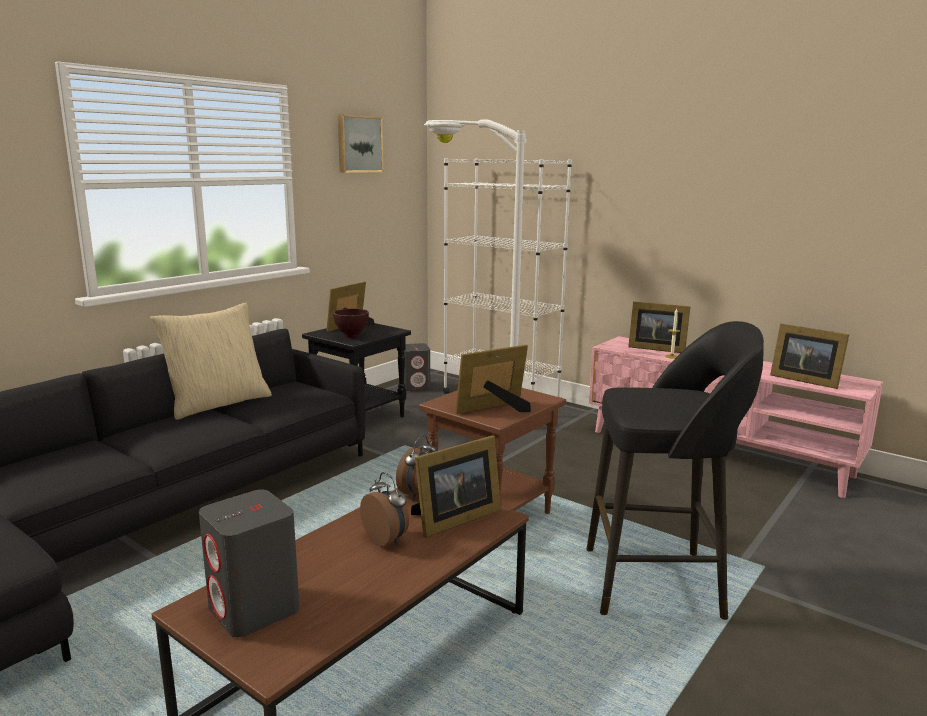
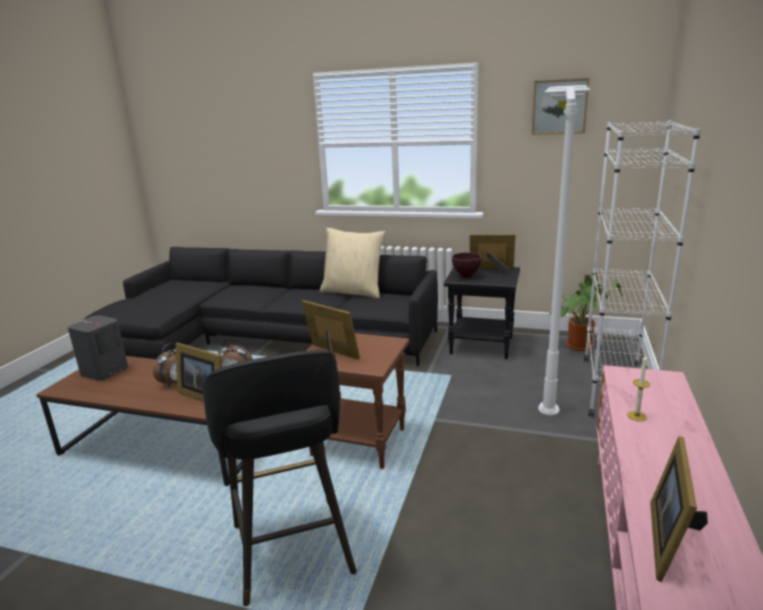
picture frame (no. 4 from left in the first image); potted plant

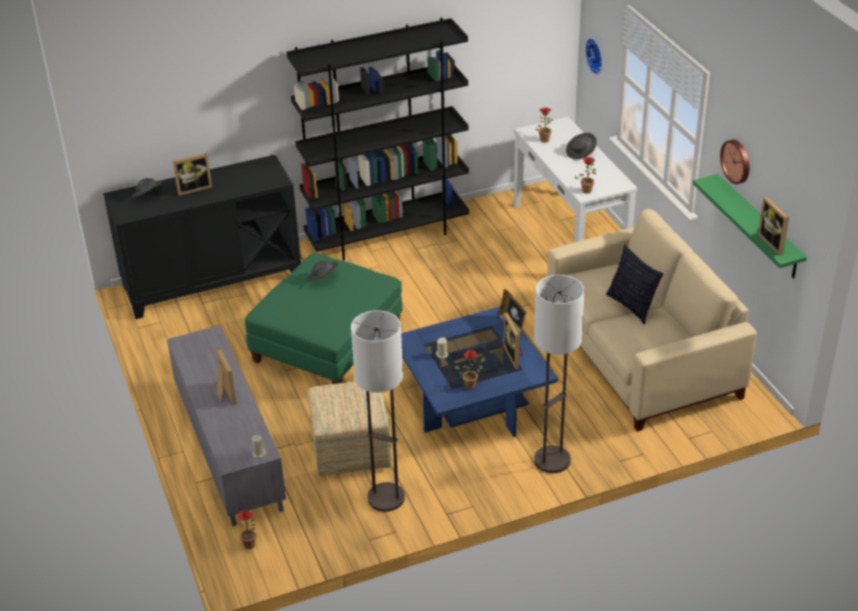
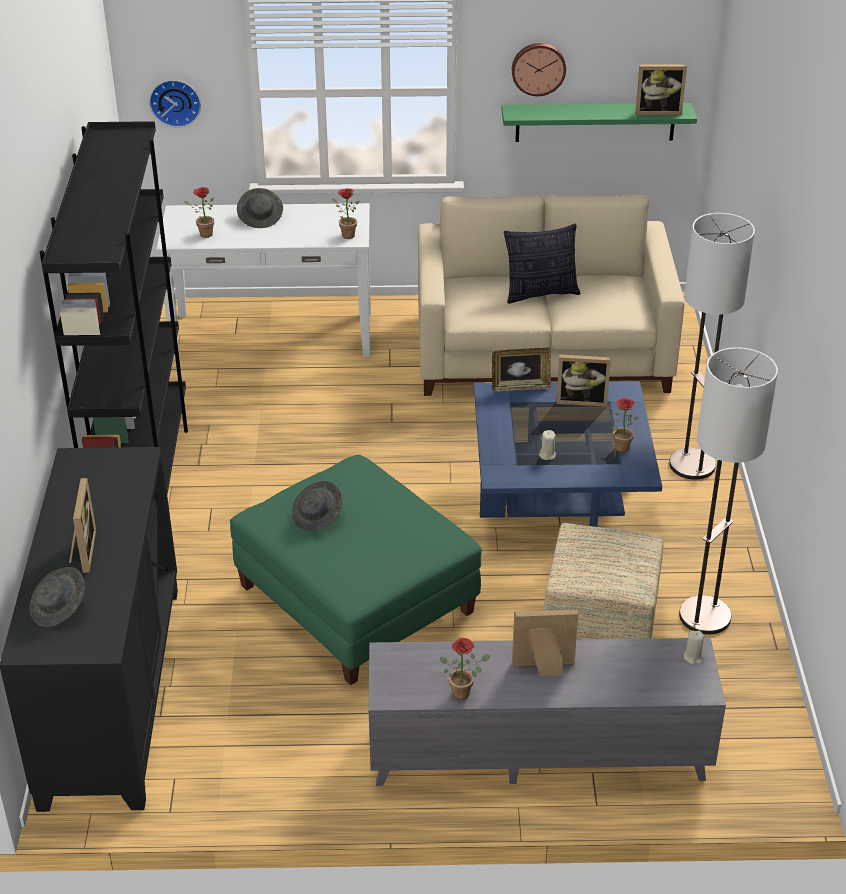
potted plant (no. 3 from left)

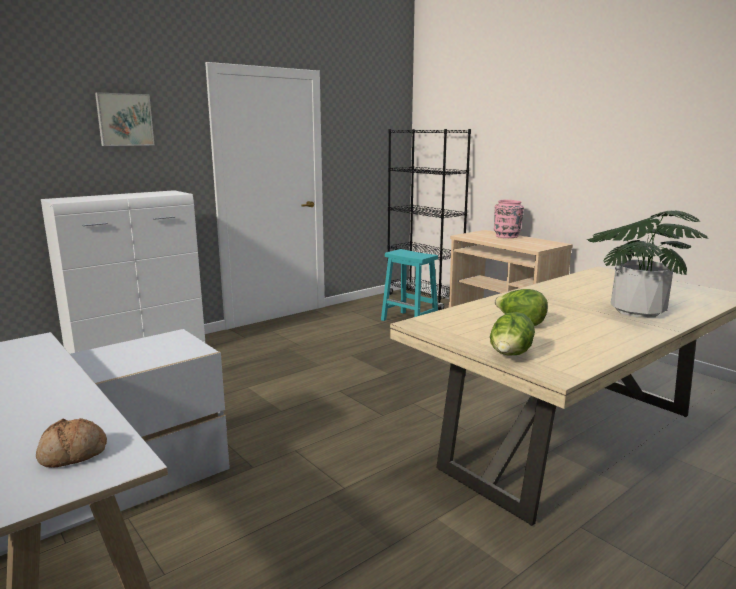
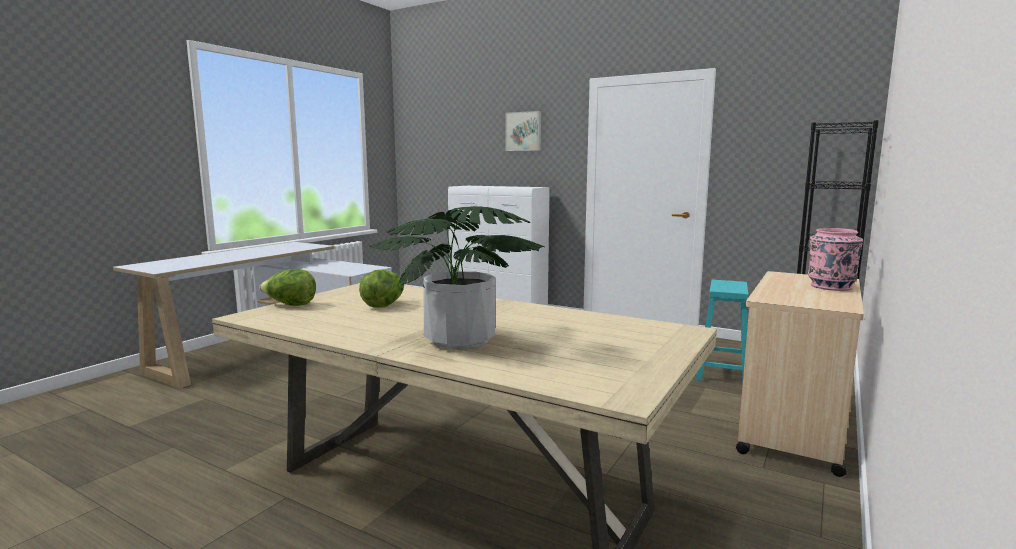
bread

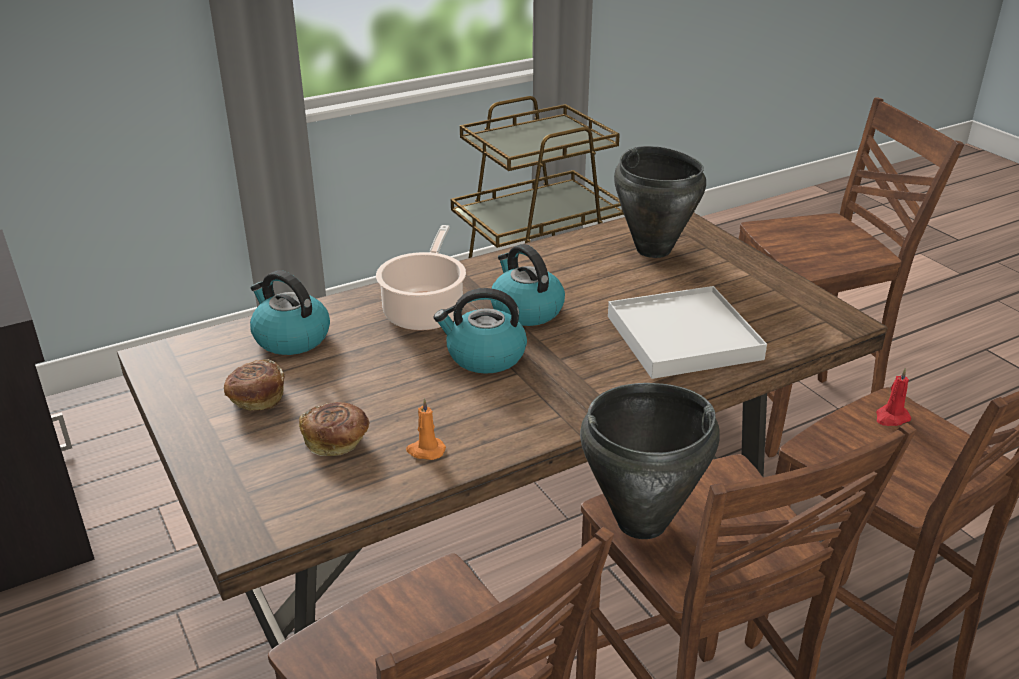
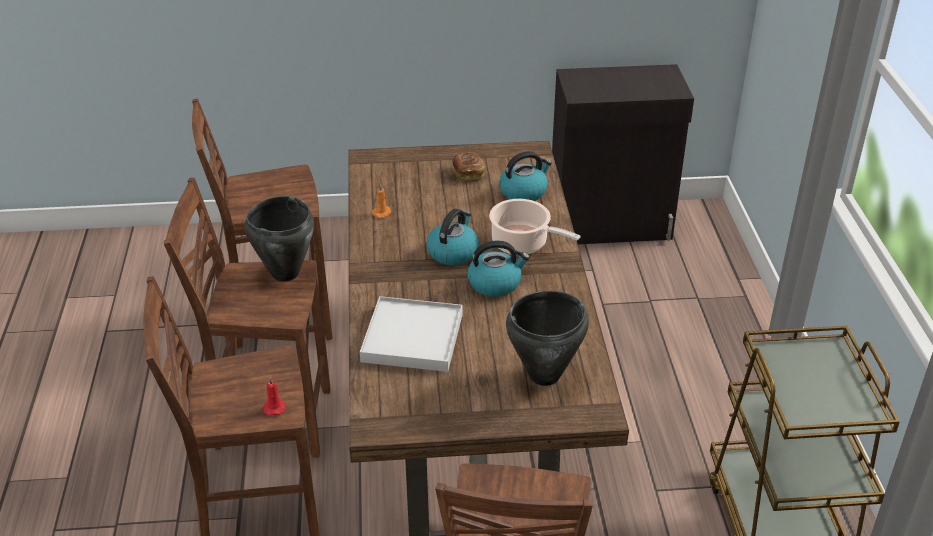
bread (no. 2 from left in the first image)

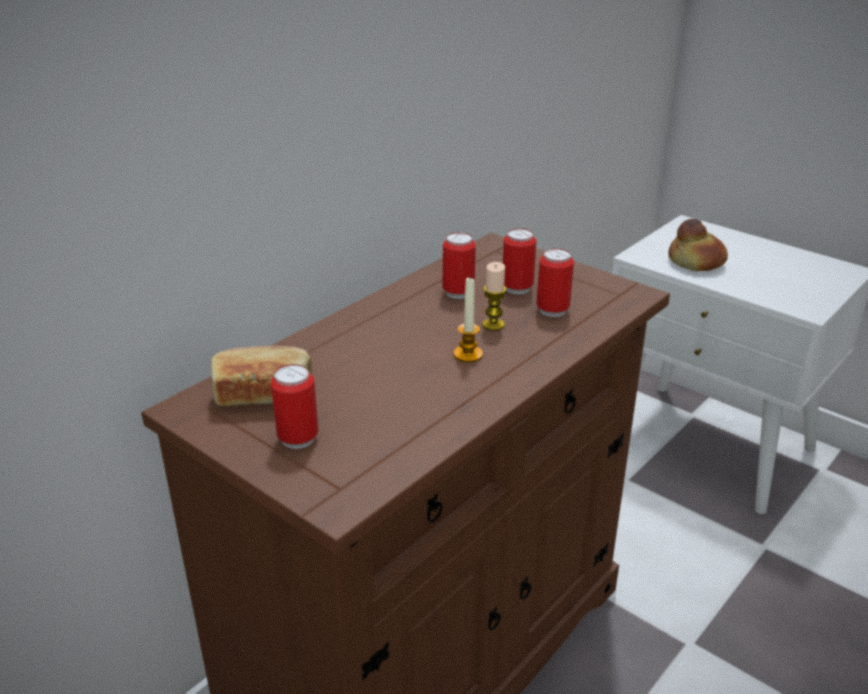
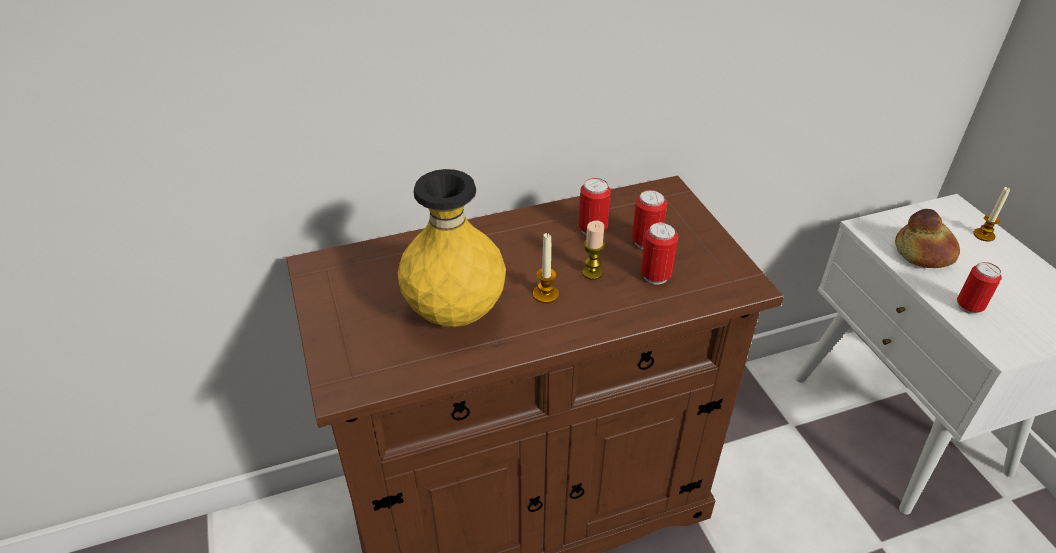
bread (no. 1 from left in the first image); vase in yellow; candle (no. 3 from left); can (no. 4 from left)

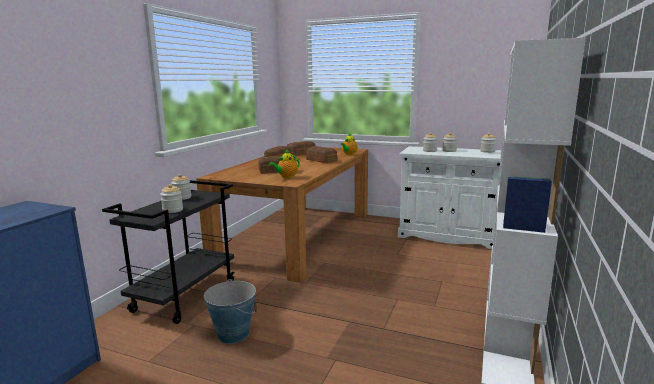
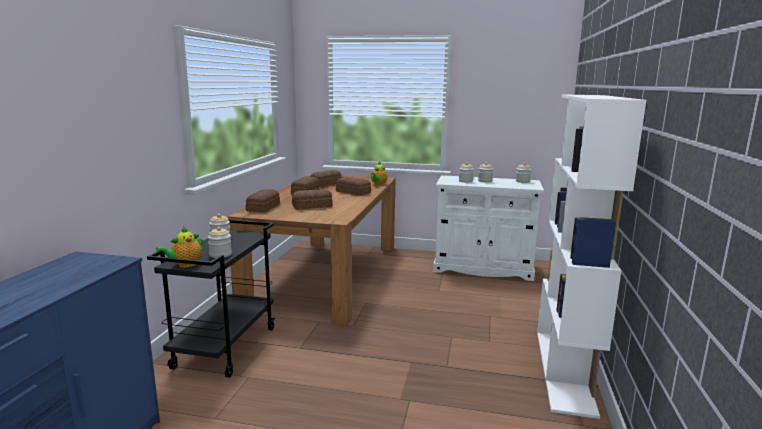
bucket; bread (no. 1 from left); teapot (no. 1 from left)

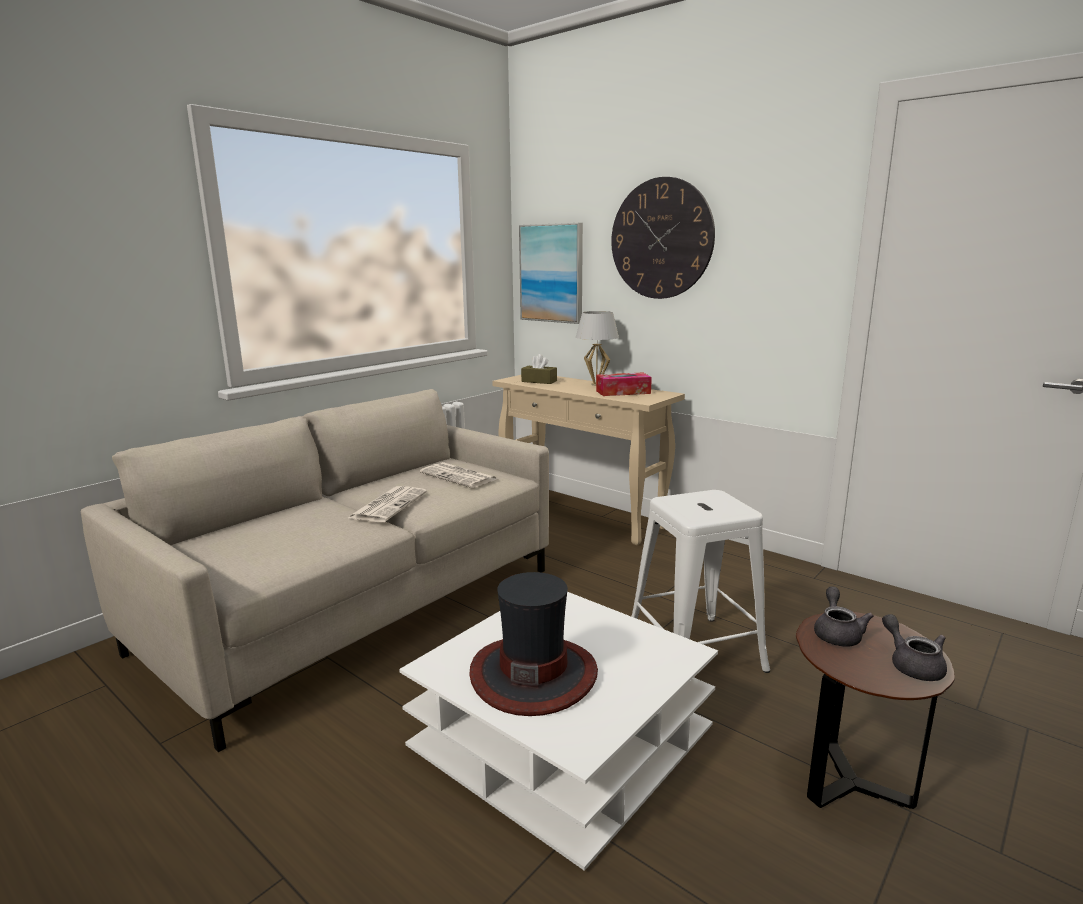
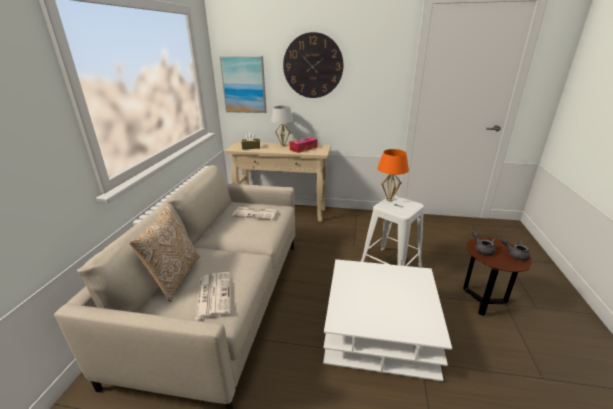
hat; pillow; table lamp in orange; newspaper (no. 1 from left)

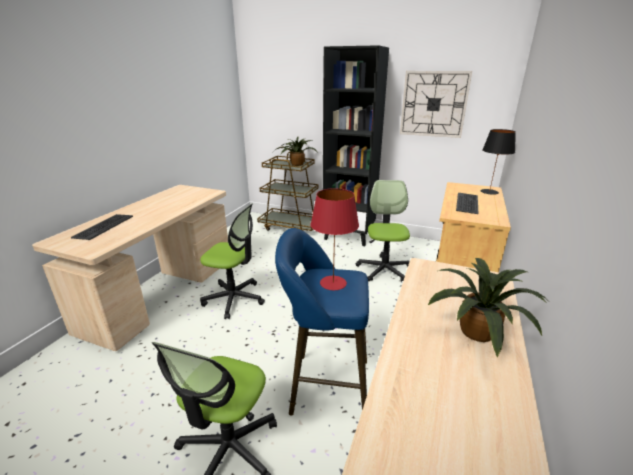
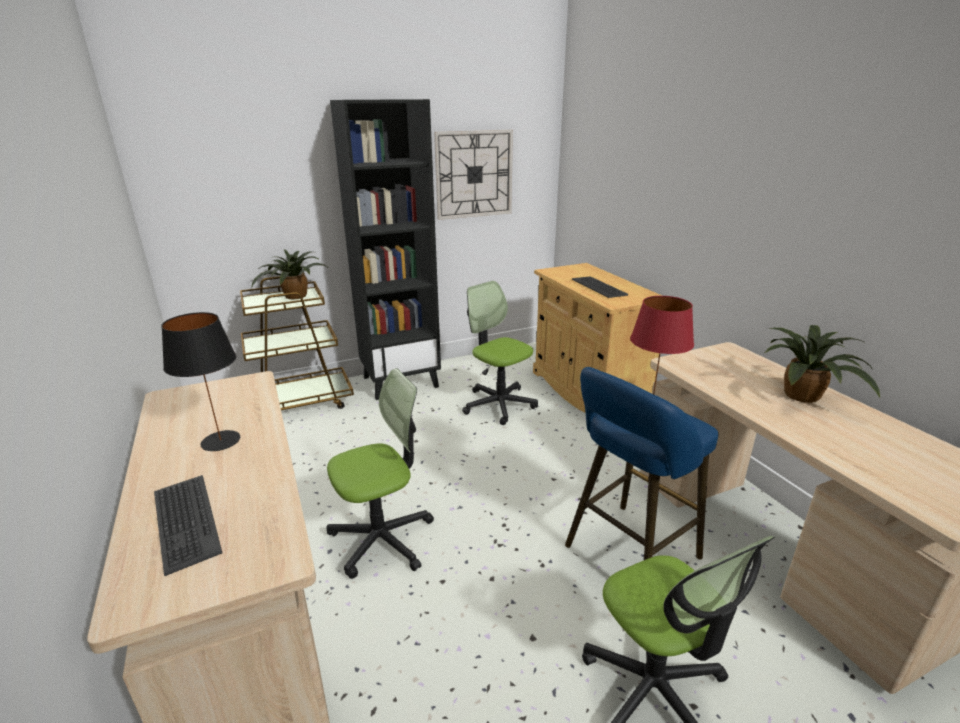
table lamp in black

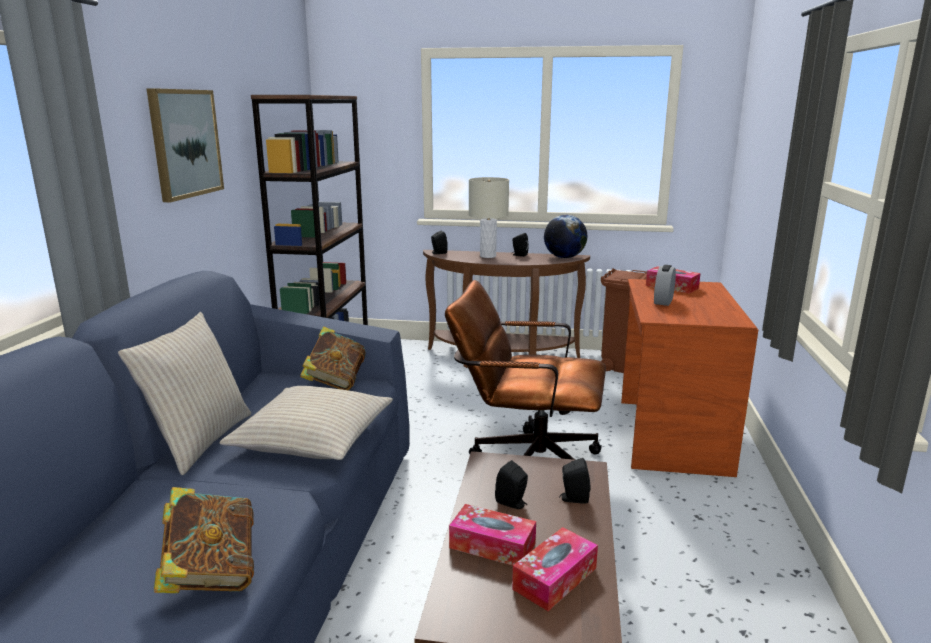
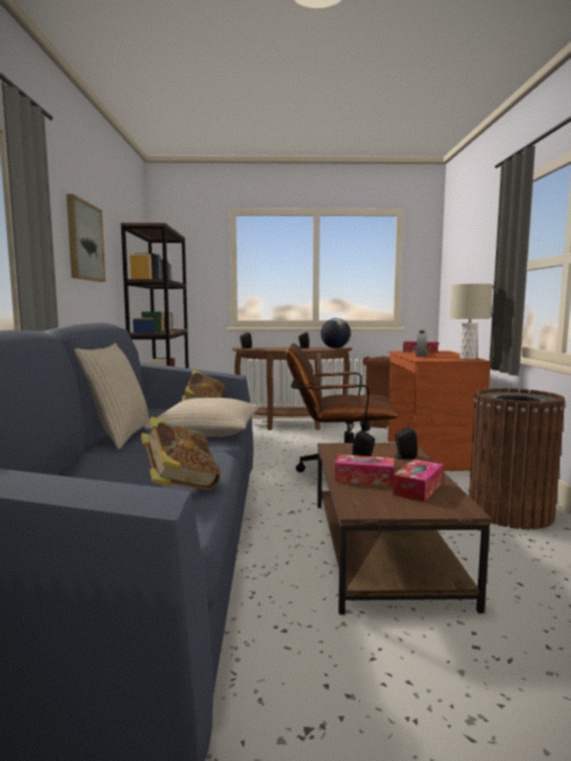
trash can in brown (no. 2 from left); table lamp in beige

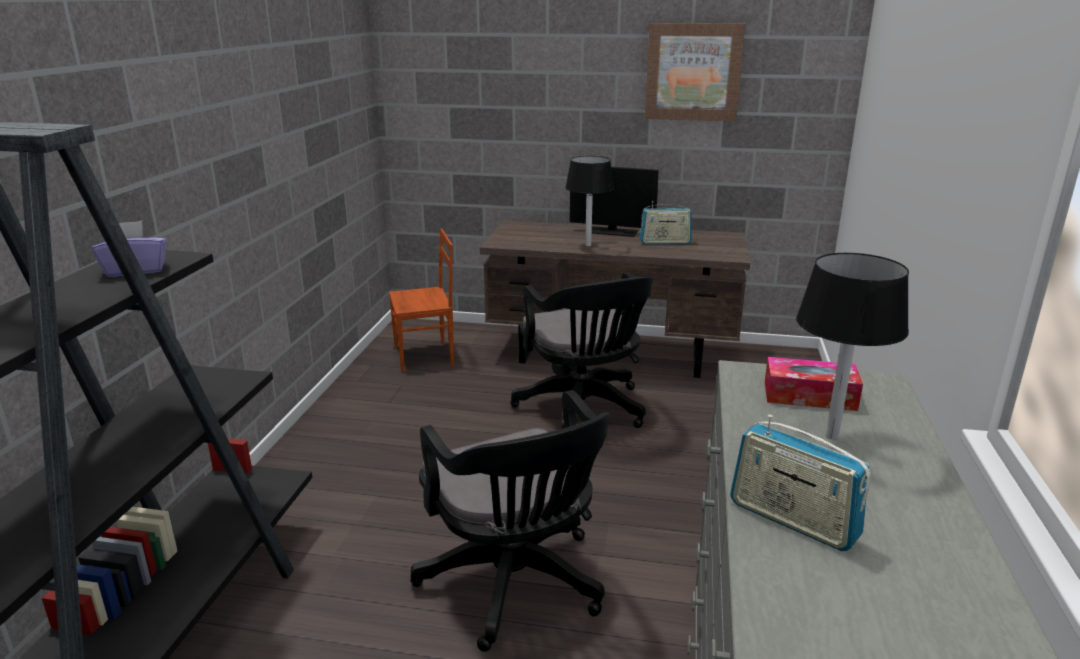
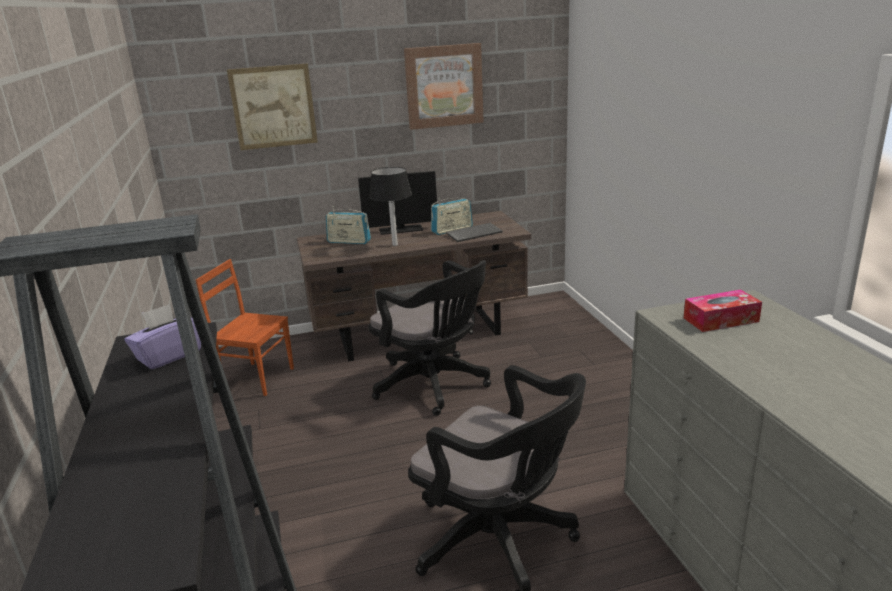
table lamp in black (no. 2 from left in the first image); picture (no. 1 from left); keyboard; radio (no. 1 from left); chair in brown

